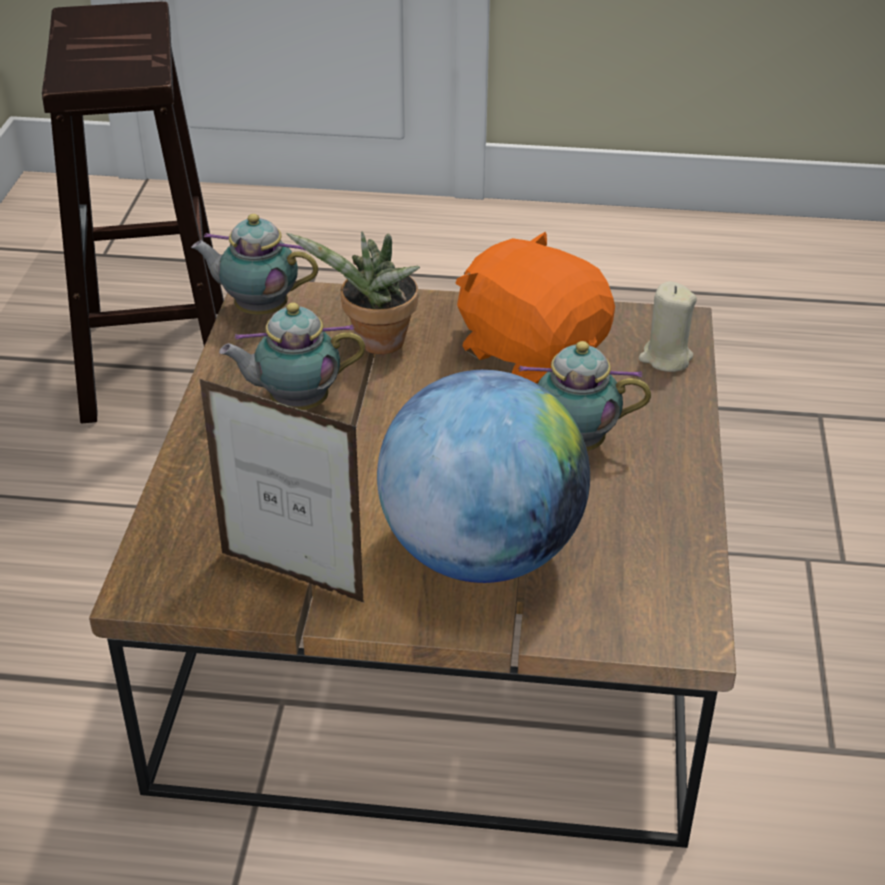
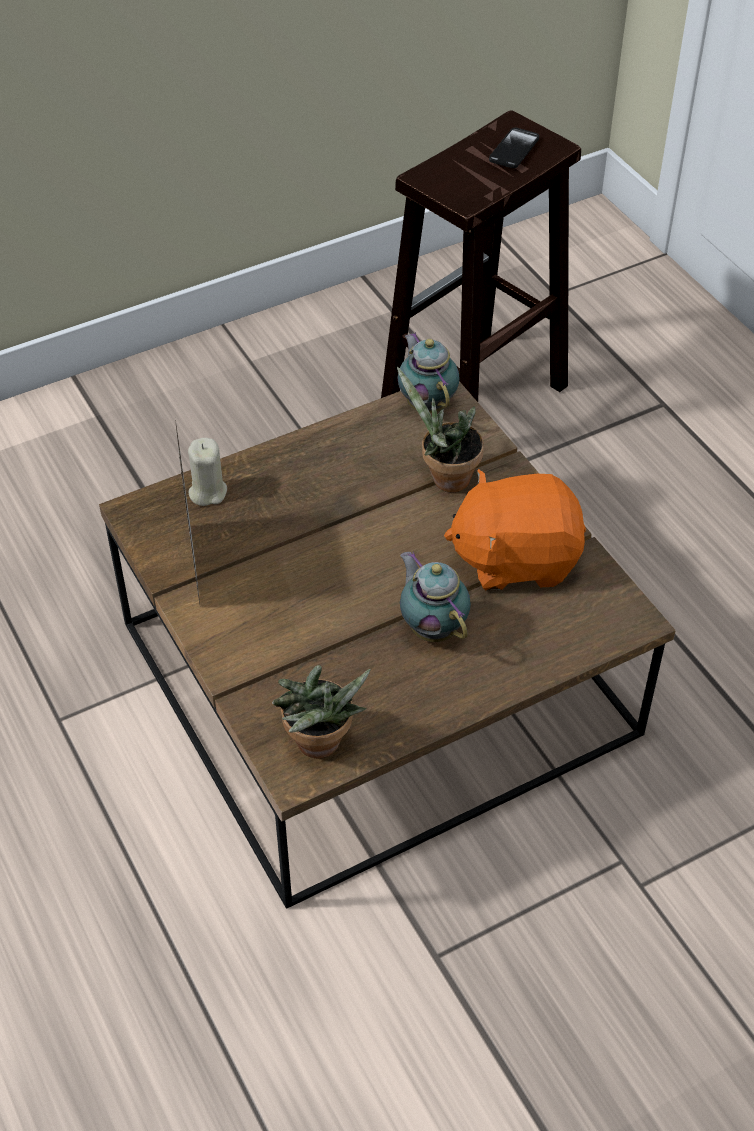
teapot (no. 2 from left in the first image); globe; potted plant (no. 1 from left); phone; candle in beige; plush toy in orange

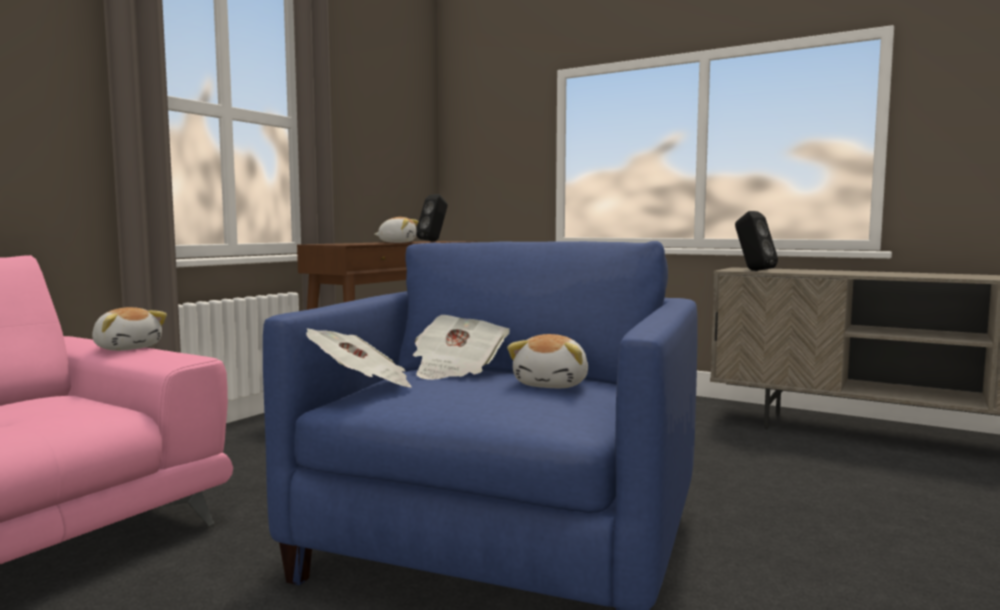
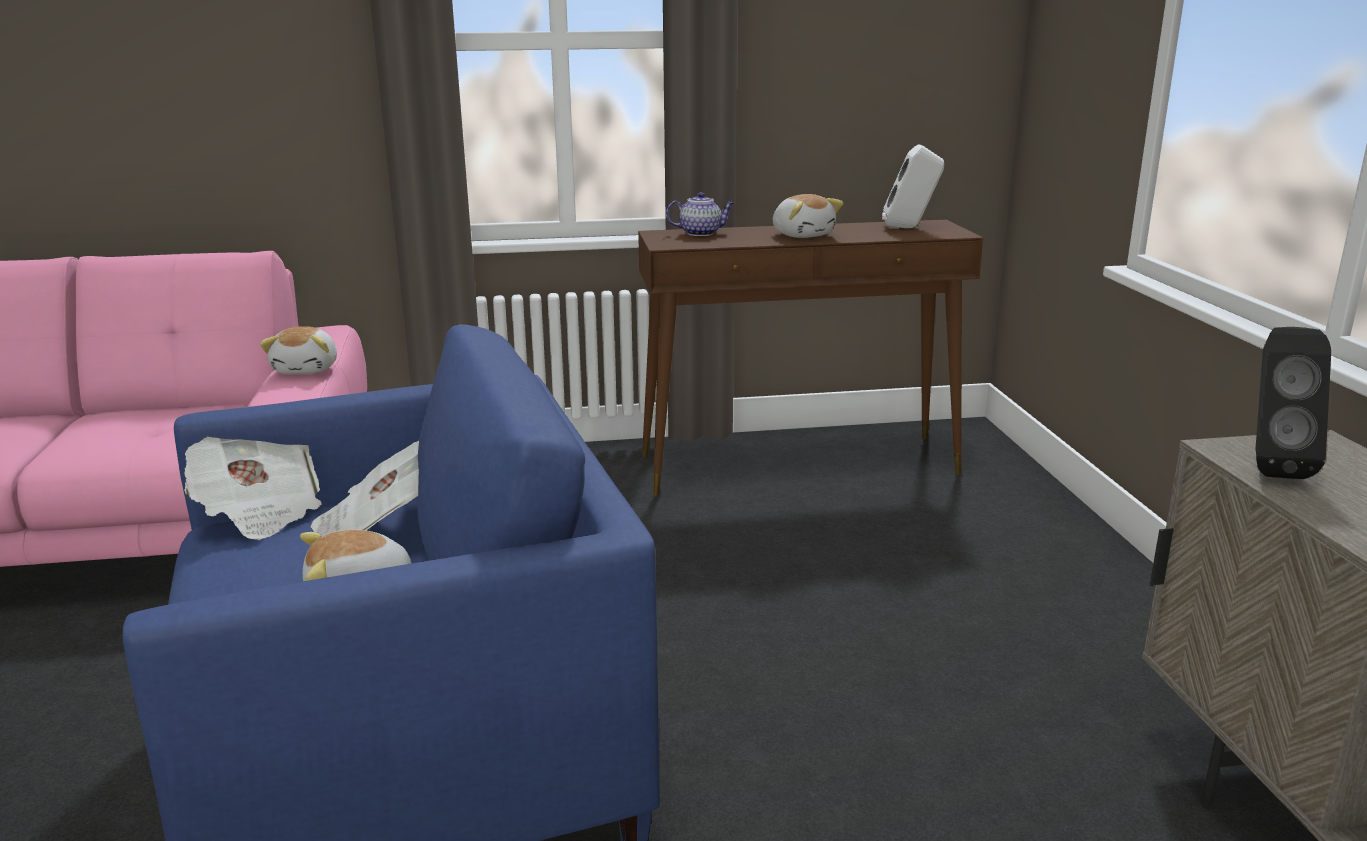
teapot; speaker in white

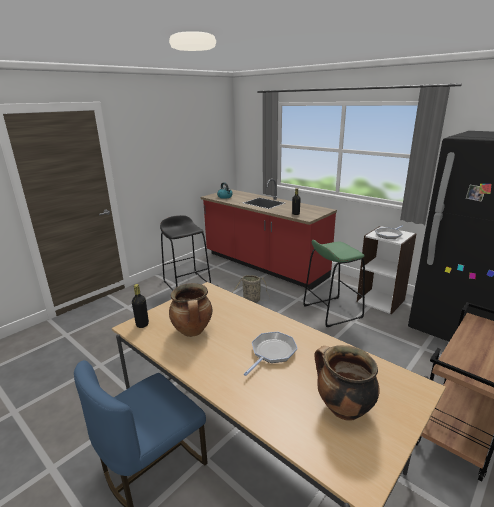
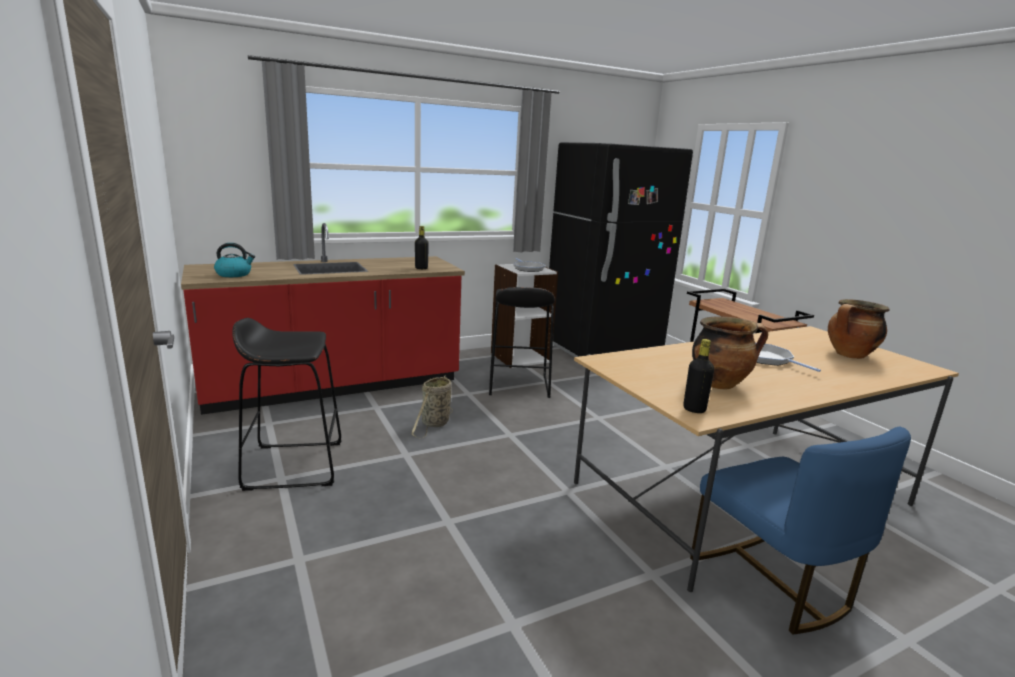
stool in black (no. 2 from left)

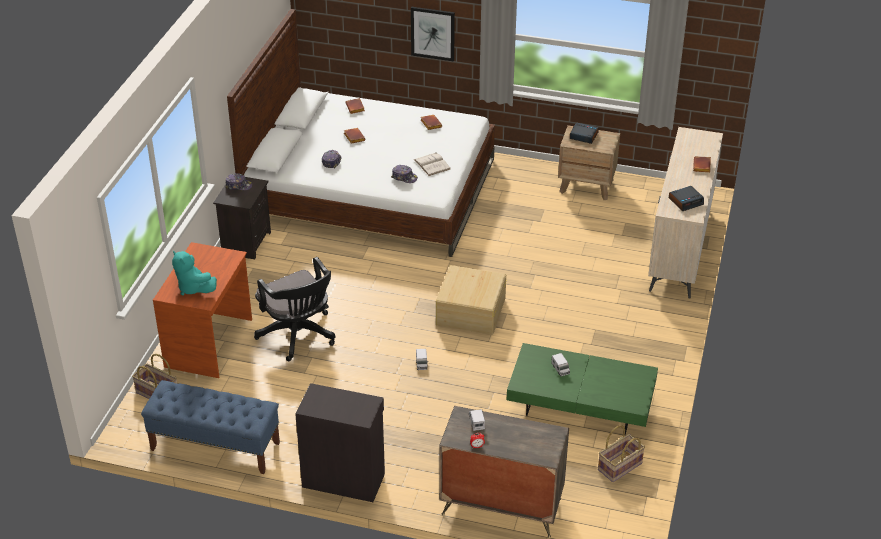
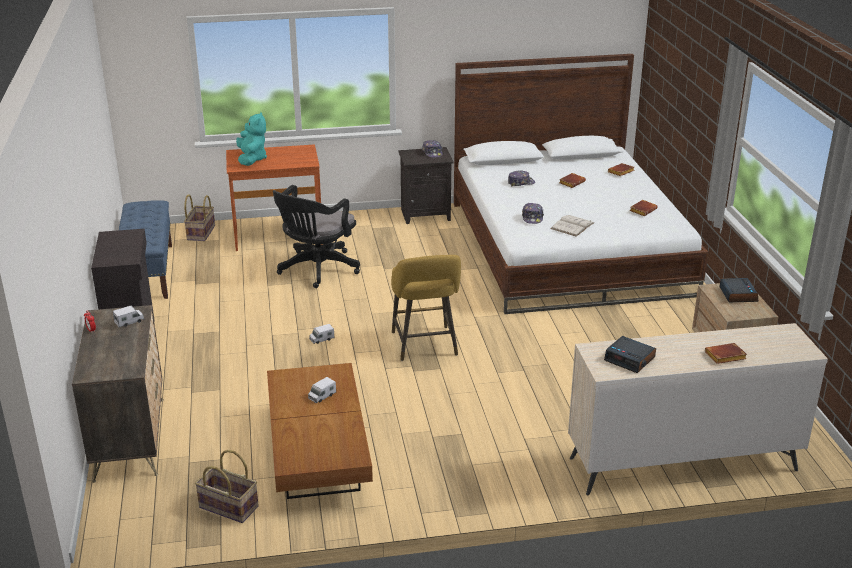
picture; stool in yellow; coffee table in brown; plush toy in turquoise

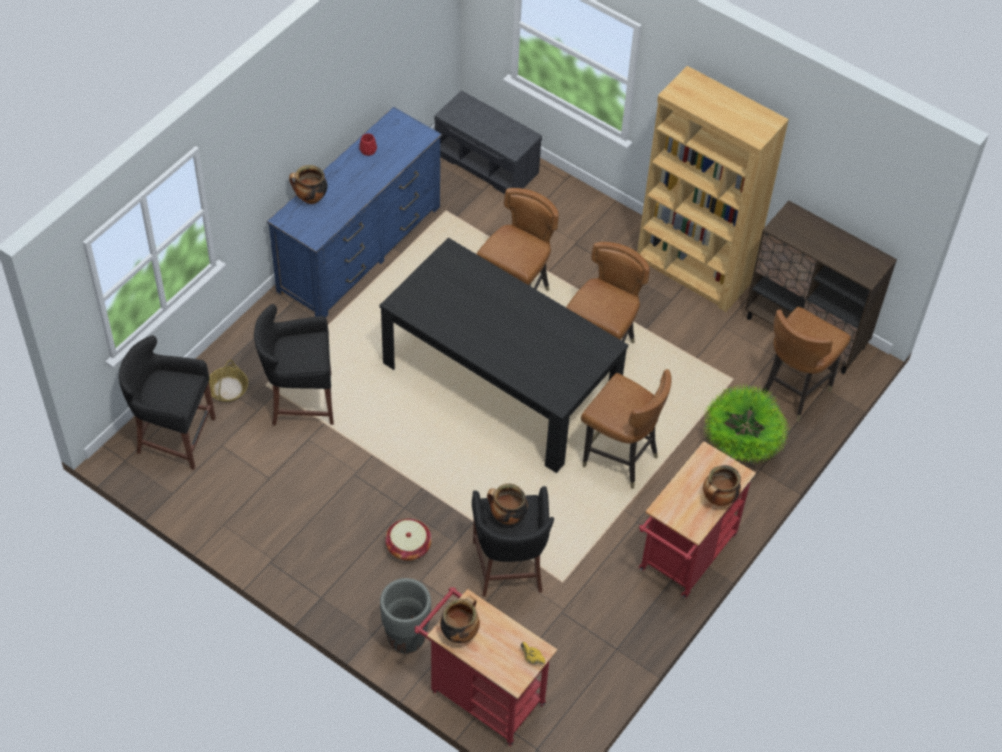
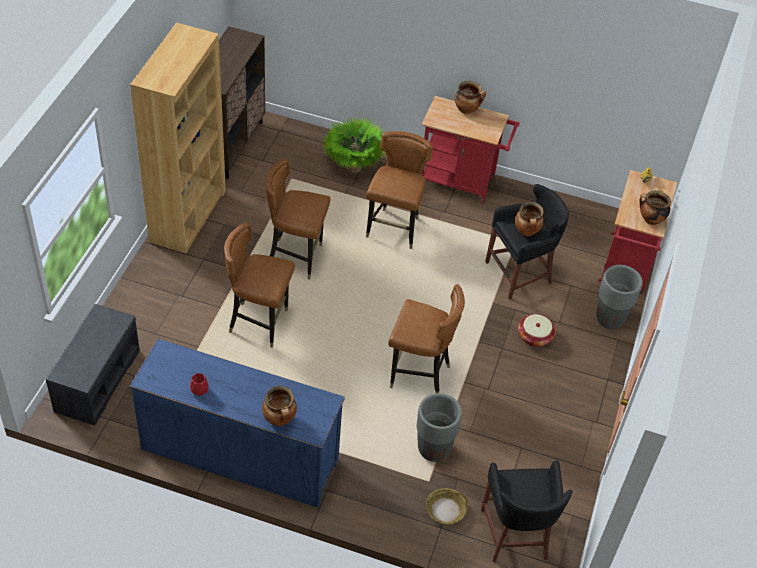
dining table in black; chair in brown (no. 4 from left); planter in grey (no. 1 from left)

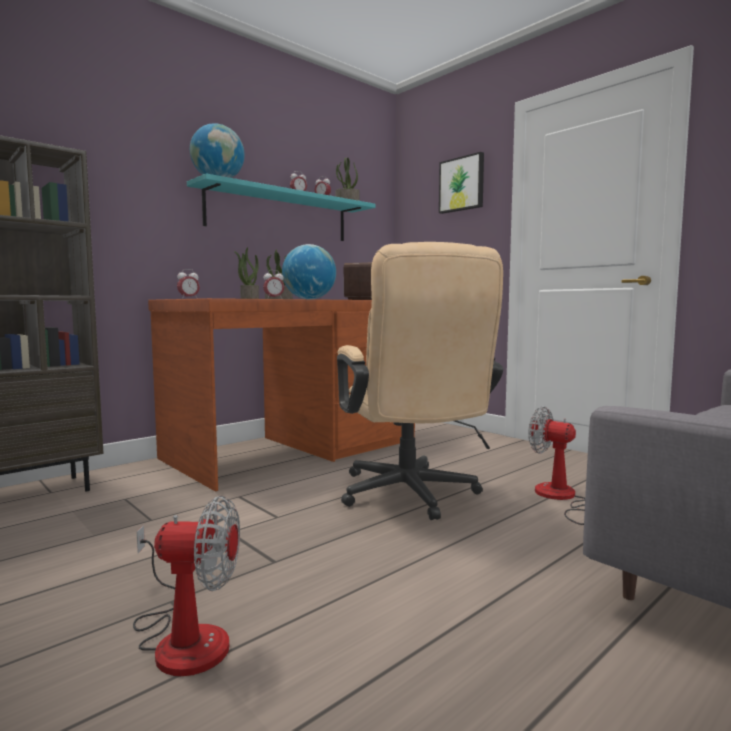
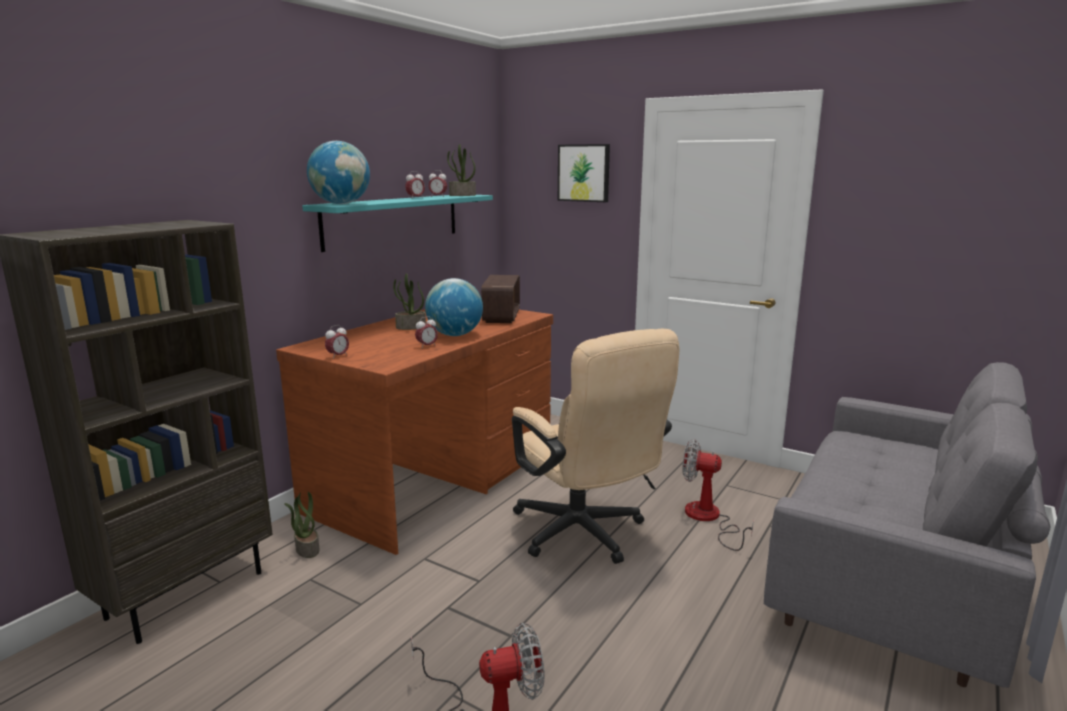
potted plant (no. 1 from left)

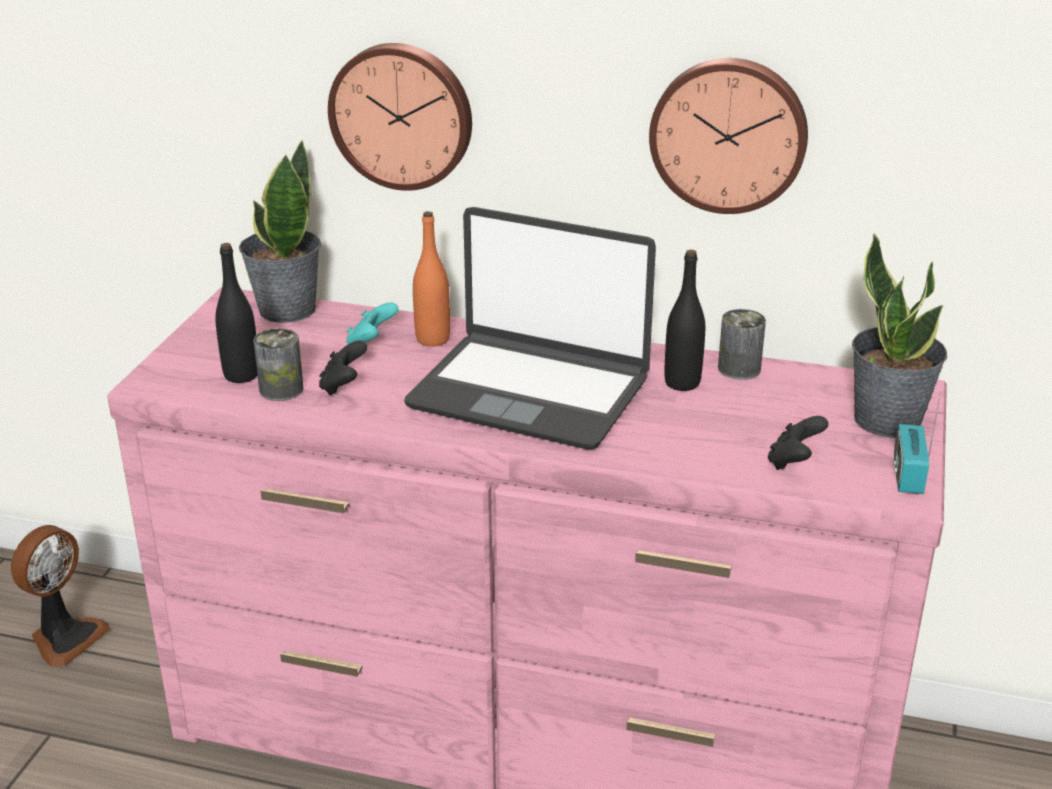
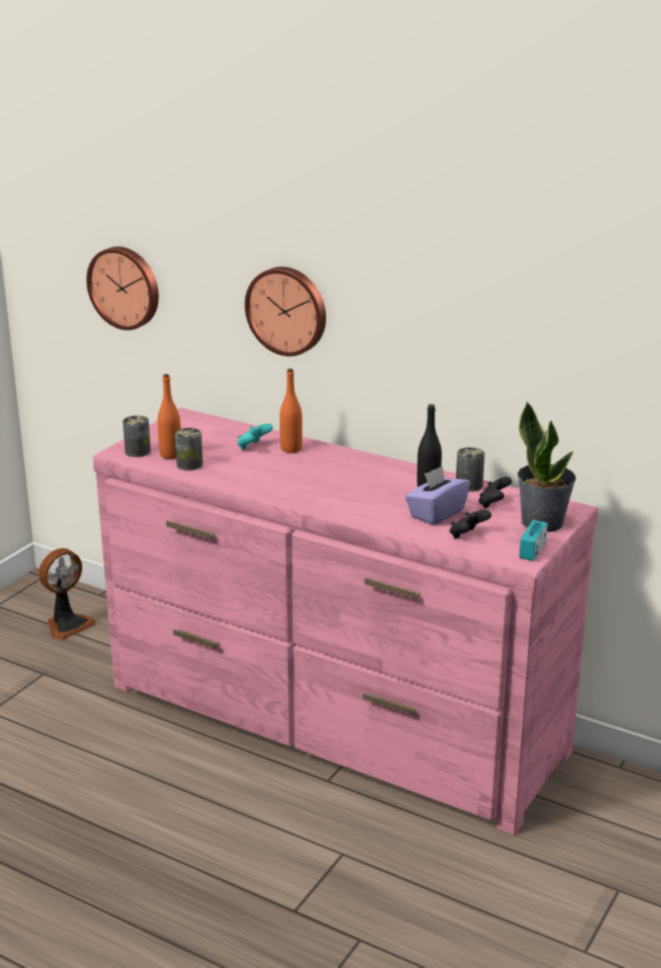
potted plant (no. 1 from left in the first image); laptop; can (no. 1 from left); tissue box in purple; game controller in black (no. 2 from left); wall clock (no. 1 from left); bottle in orange (no. 1 from left)

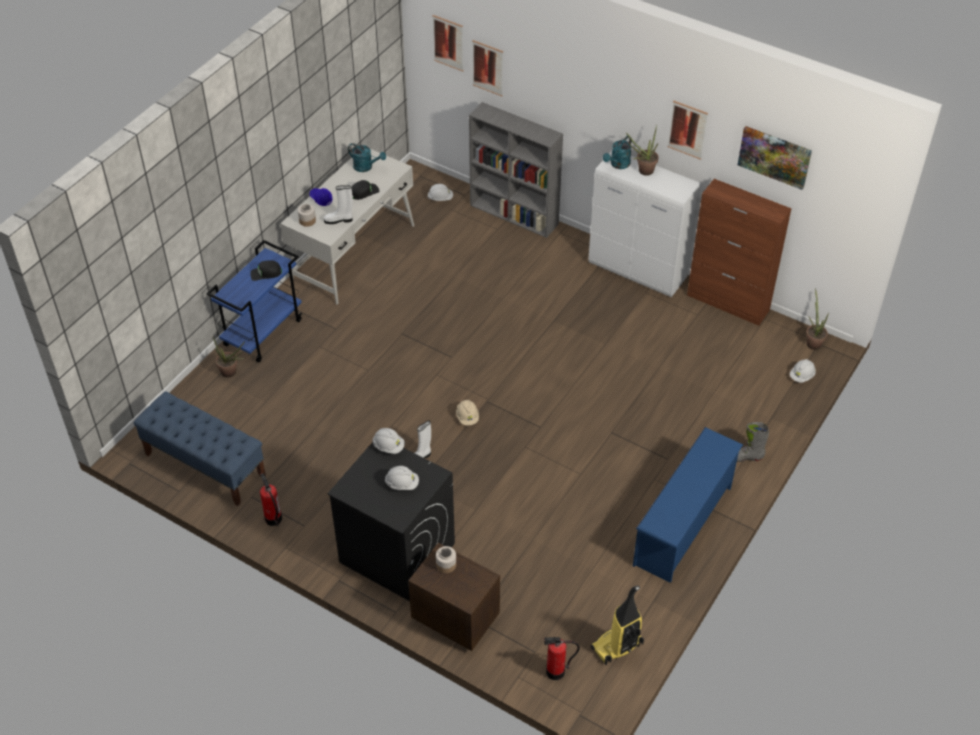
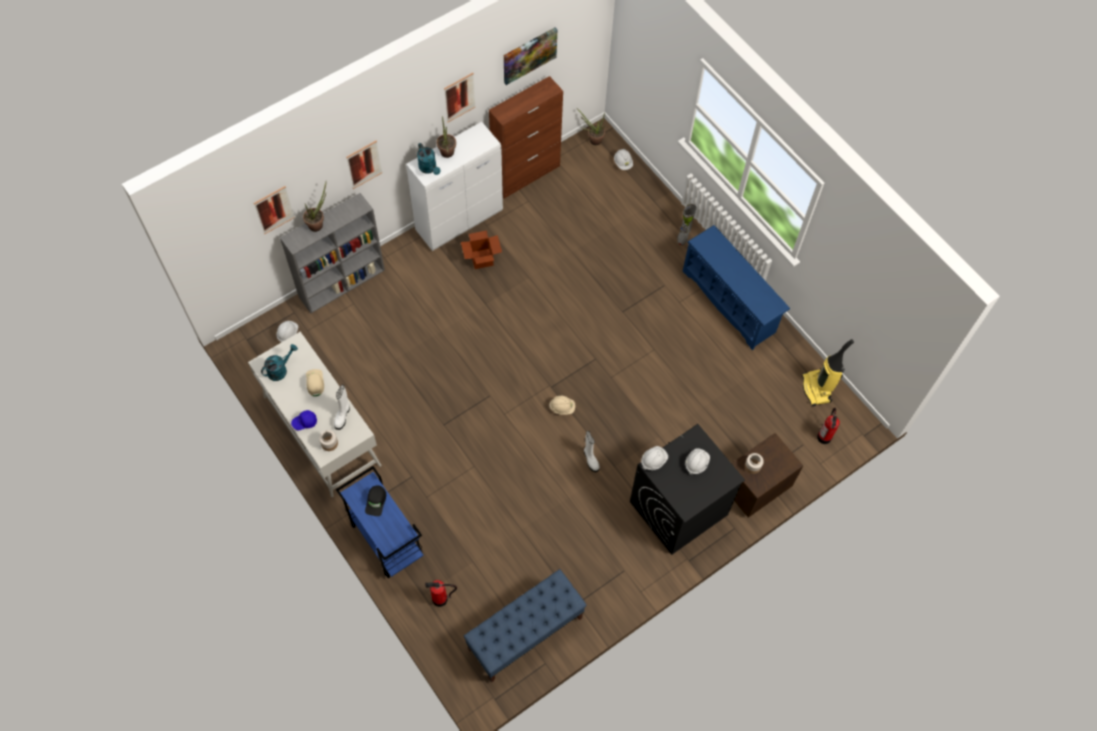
cardboard box; potted plant (no. 1 from left); fire extinguisher (no. 1 from left); picture (no. 2 from left); cap in beige

